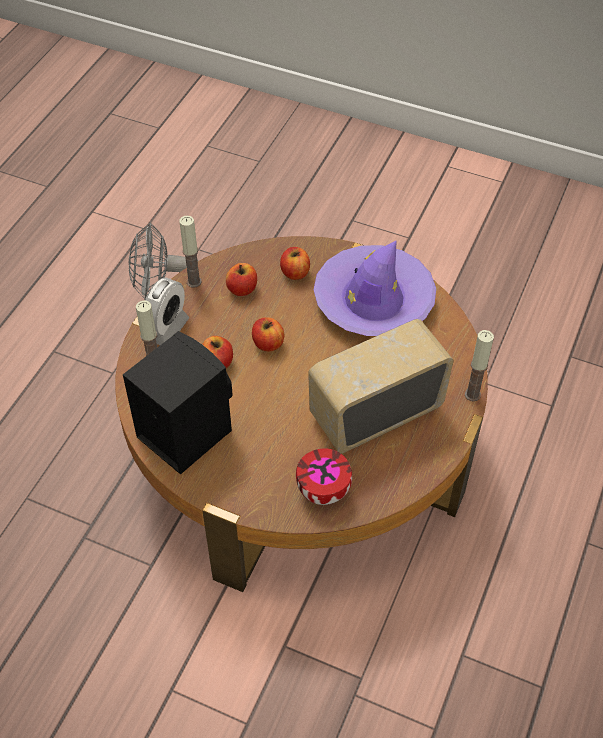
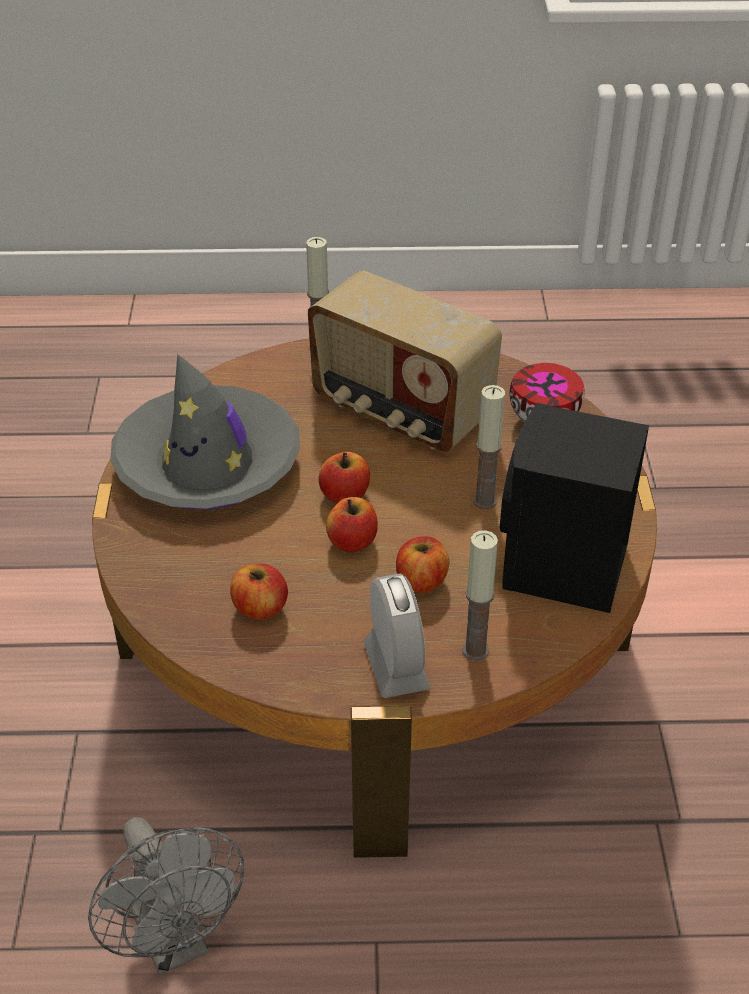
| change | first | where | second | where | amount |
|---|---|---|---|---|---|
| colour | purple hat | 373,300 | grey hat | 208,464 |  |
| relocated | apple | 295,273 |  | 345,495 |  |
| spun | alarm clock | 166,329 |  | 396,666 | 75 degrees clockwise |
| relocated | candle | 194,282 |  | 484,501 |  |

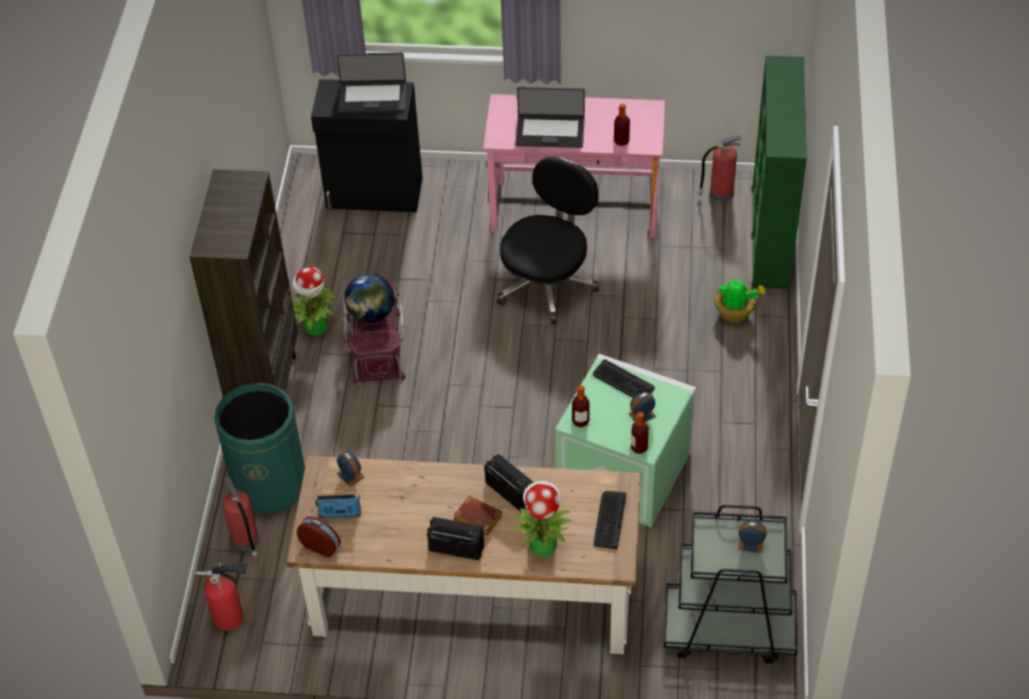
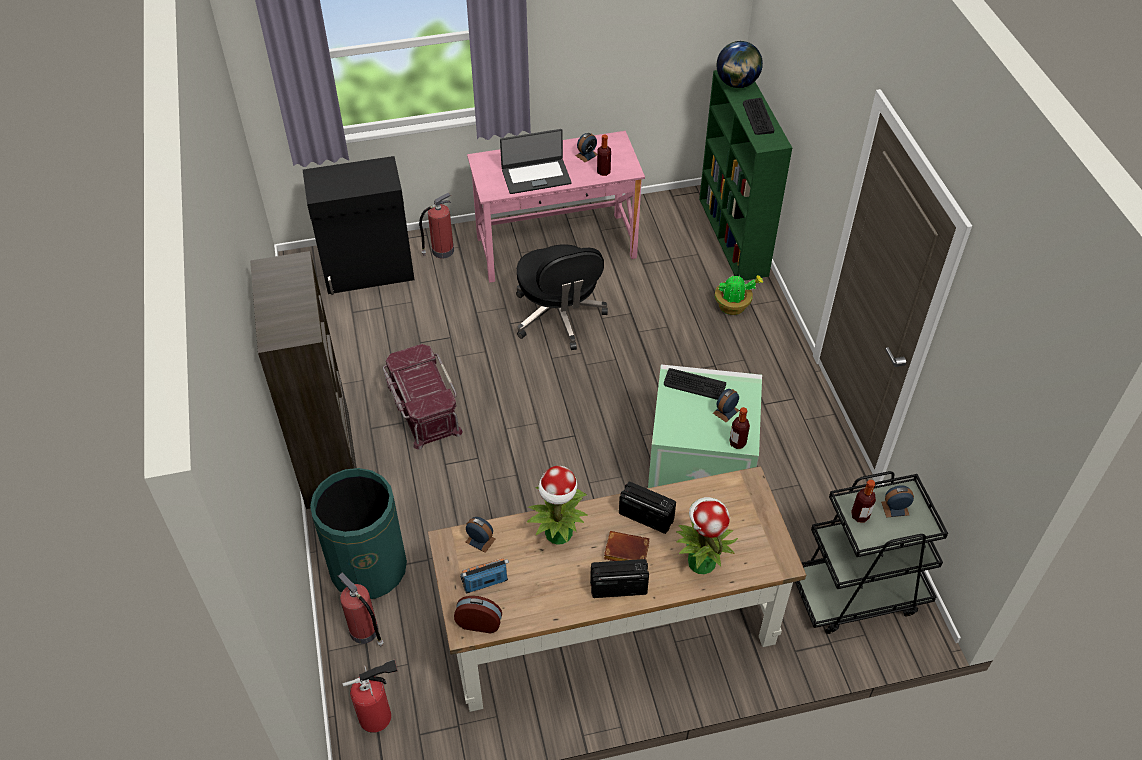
| change | first | where | second | where | amount |
|---|---|---|---|---|---|
| relocated | fire extinguisher | 720,193 |  | 441,251 |  |
| spun | black computer chair | 548,283 |  | 559,317 | 150 degrees clockwise |
| relocated | plant in a pot | 315,327 |  | 559,533 |  |
| appeared |  |  | alarm clock | 586,155 |  |
| relocated | world globe | 371,314 |  | 737,83 |  |
| relocated | PC keyboard | 609,520 |  | 758,117 |  |
| relocated | bottle | 580,421 |  | 860,516 |  |
| missing | laptop | 372,97 |  |  |  |

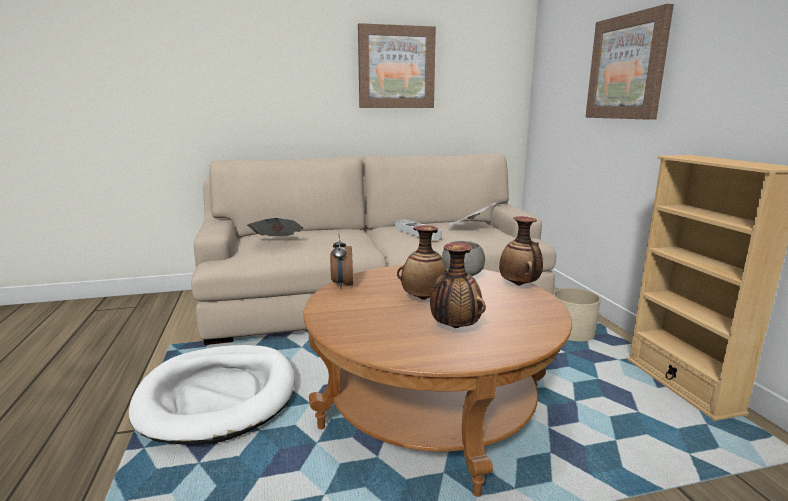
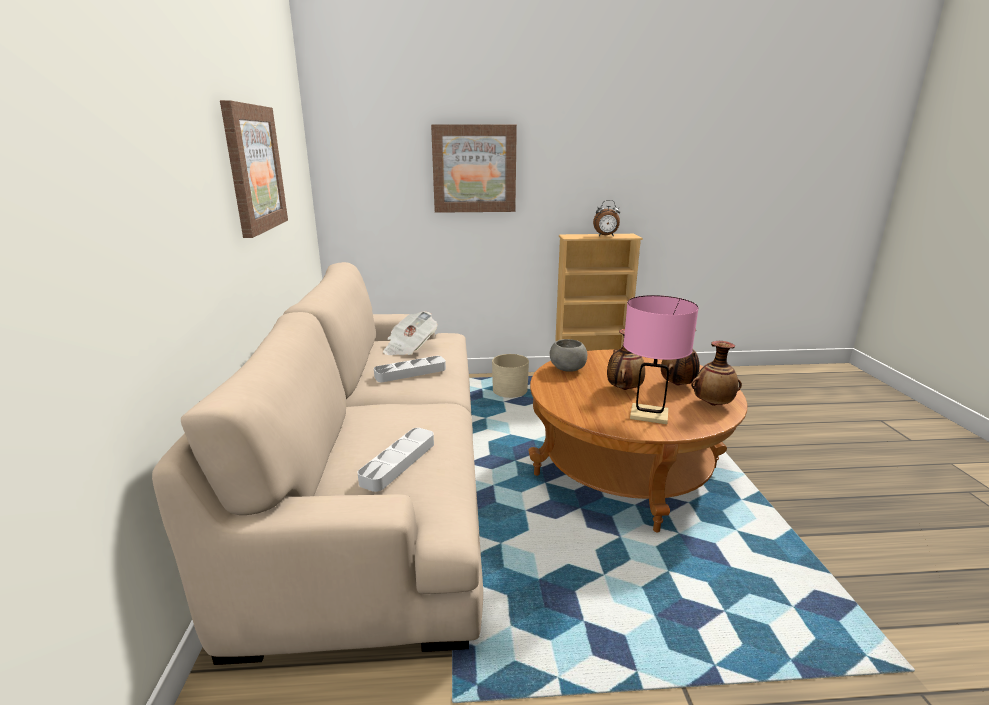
| change | first | where | second | where | amount |
|---|---|---|---|---|---|
| exchanged | daily paper | 277,242 | grey tray | 398,462 |  |
| relocated | alarm clock | 342,284 |  | 606,236 |  |
| appeared |  |  | pinkish table lamp | 649,415 |  |
| relocated | decorative vase | 519,285 |  | 712,404 |  |
| missing | whitish pet bed | 218,396 |  |  |  |

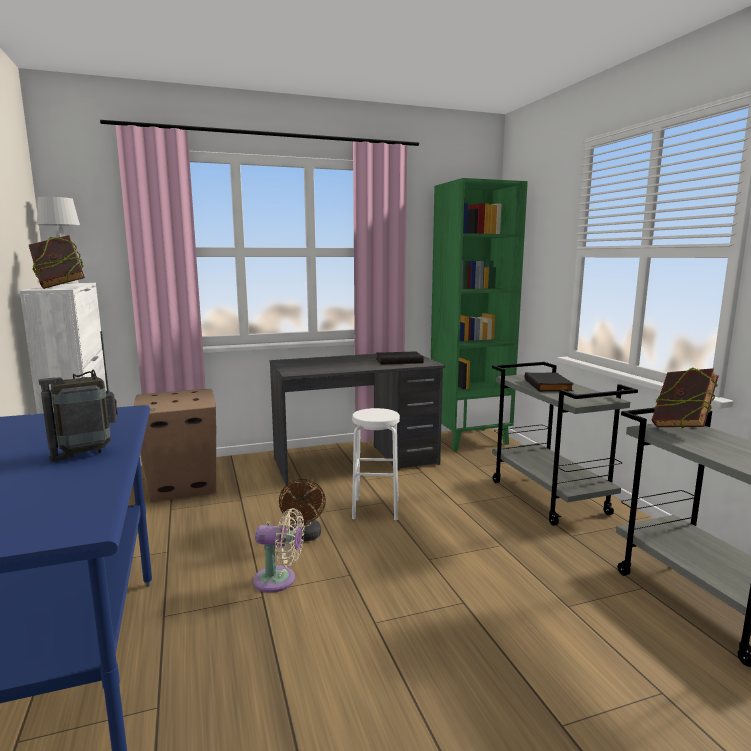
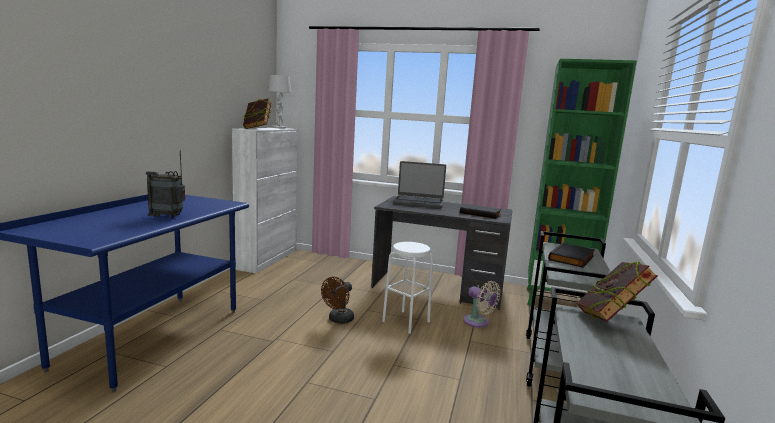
| change | first | where | second | where | amount |
|---|---|---|---|---|---|
| appeared |  |  | laptop | 418,203 |  |
| relocated | sand-coloured cooling fan | 279,580 |  | 478,322 |  |
| missing | carton | 181,485 |  |  |  |

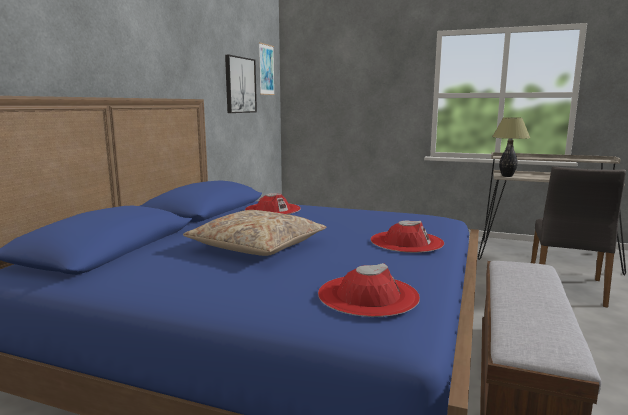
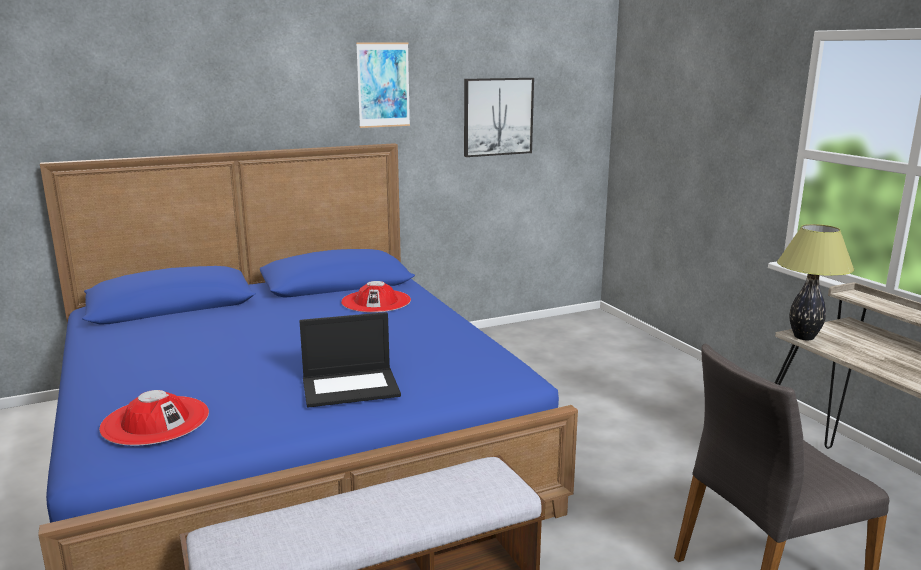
| change | first | where | second | where | amount |
|---|---|---|---|---|---|
| exchanged | red hat | 406,242 | laptop | 351,387 |  |
| relocated | wall art | 266,69 |  | 383,85 |  |
| missing | sand-coloured cushion | 257,246 |  |  |  |

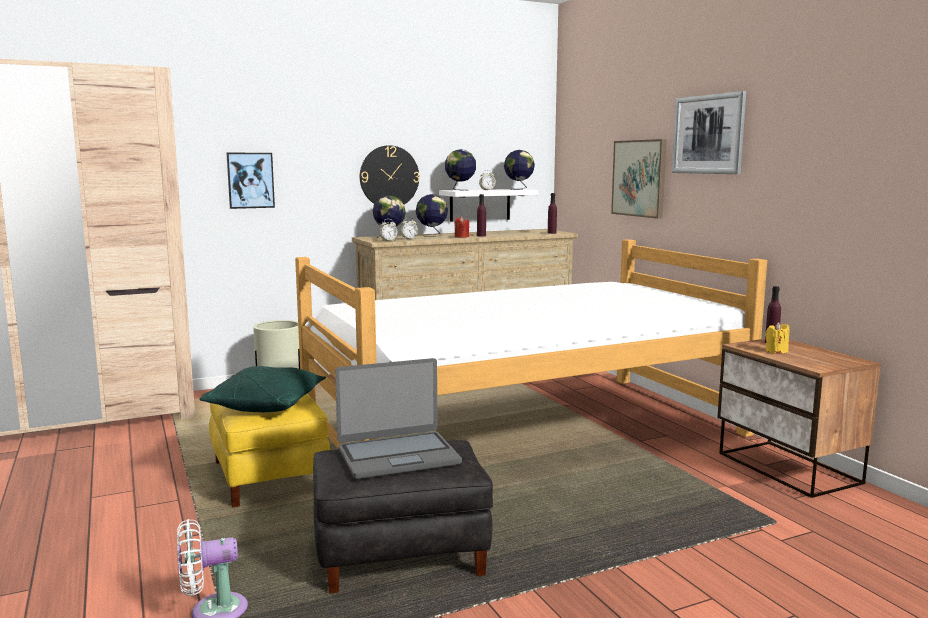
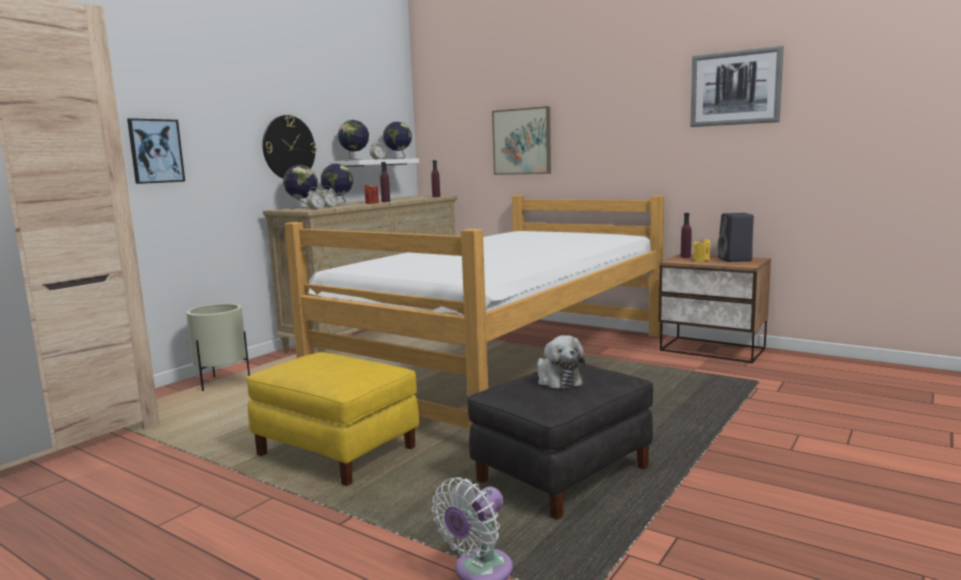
| change | first | where | second | where | amount |
|---|---|---|---|---|---|
| exchanged | laptop | 398,456 | cuddly toy | 557,380 |  |
| relocated | wall art | 708,134 |  | 735,88 |  |
| appeared |  |  | black audio speaker | 735,260 |  |
| missing | green cushion | 266,404 |  |  |  |

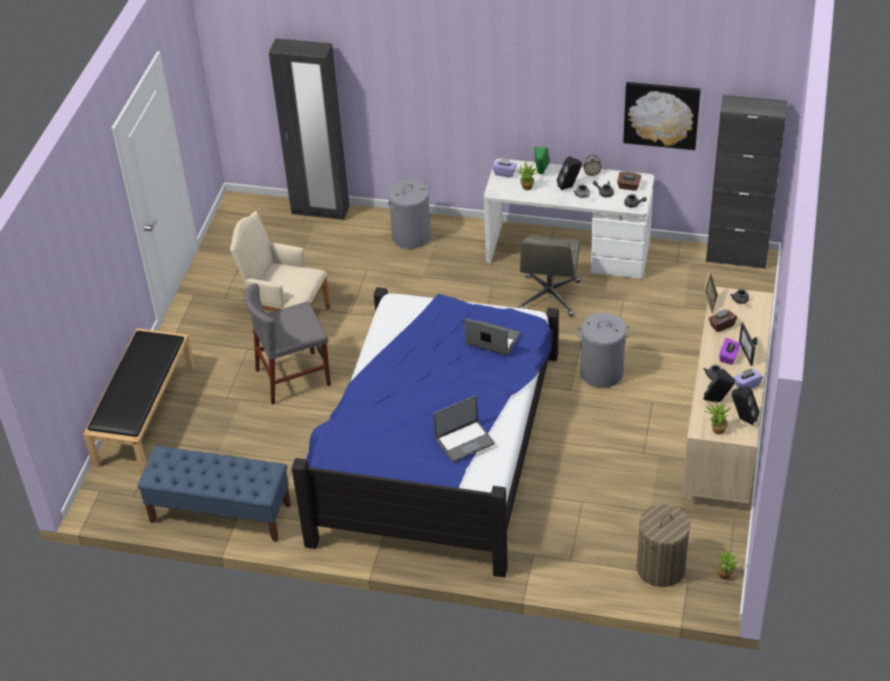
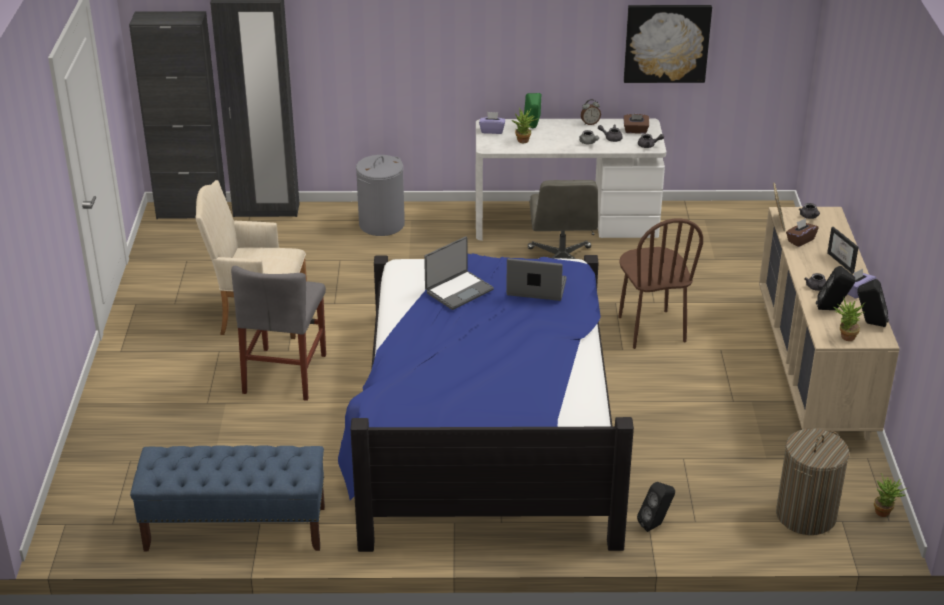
| change | first | where | second | where | amount |
|---|---|---|---|---|---|
| relocated | black storage cabinet | 736,256 |  | 191,211 |  |
| spun | grey upright chair | 293,377 |  | 285,373 | 45 degrees counterclockwise |
| relocated | laptop | 464,441 |  | 458,290 |  |
| exchanged | grey laundry basket | 601,373 | brown upright chair | 651,329 |  |
| relocated | black audio speaker | 569,187 |  | 655,525 |  |
| missing | black indoor bench | 145,414 |  |  |  |
| missing | purple tissue box | 729,357 |  |  |  |

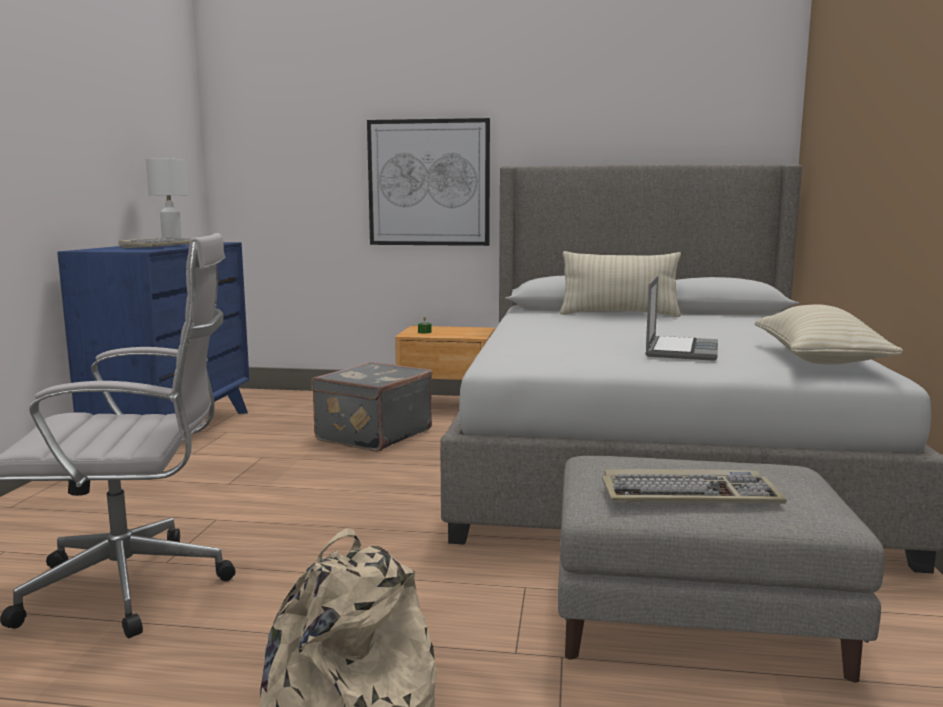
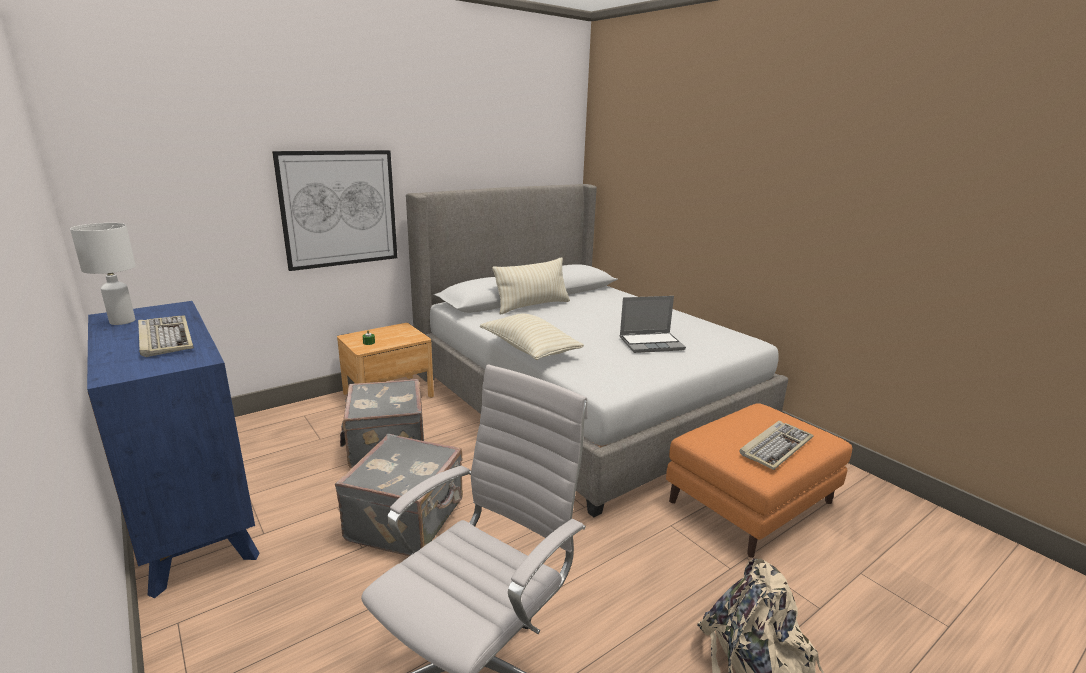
| change | first | where | second | where | amount |
|---|---|---|---|---|---|
| appeared |  |  | grey suitcase | 408,520 |  |
| relocated | sand-coloured cushion | 818,360 |  | 529,349 |  |
| spun | laptop | 680,350 |  | 651,343 | 105 degrees clockwise |
| colour | grey pouffe | 697,619 | orangey pouffe | 751,502 |  |

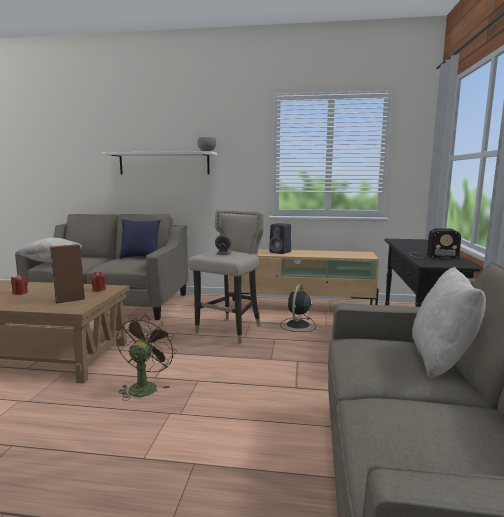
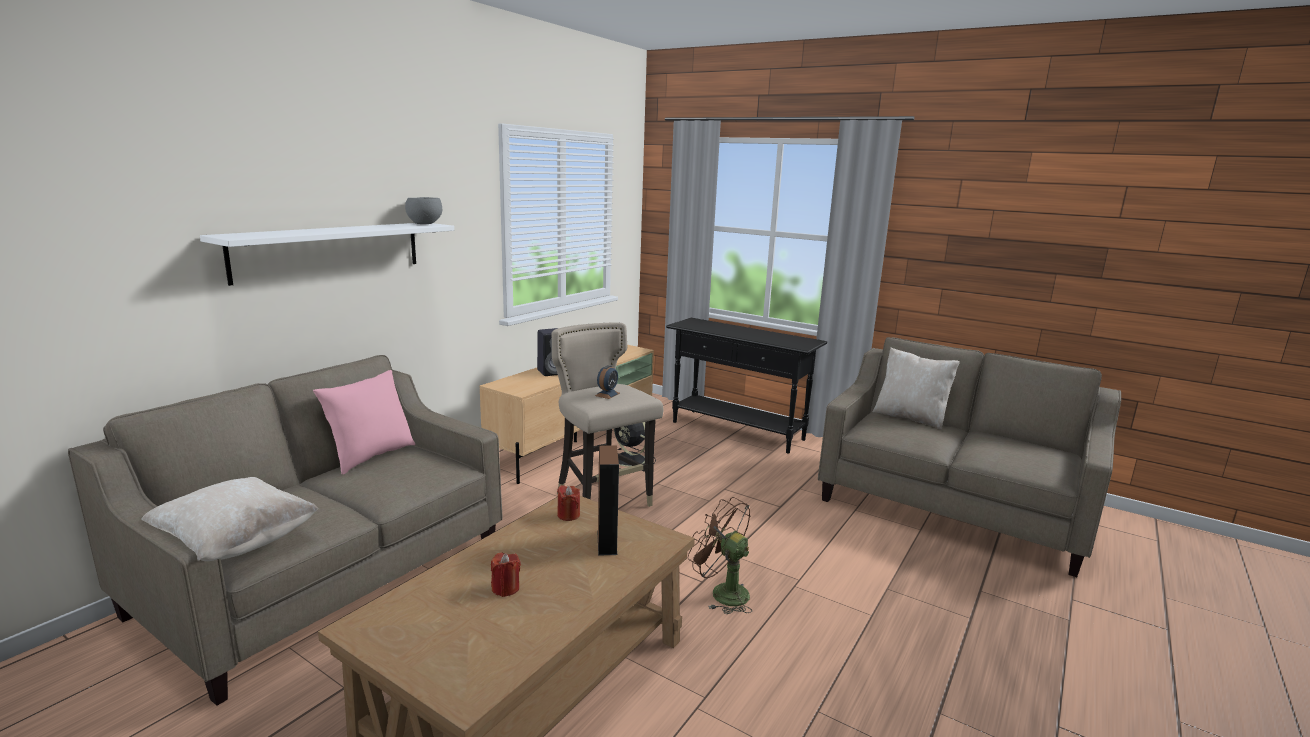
| change | first | where | second | where | amount |
|---|---|---|---|---|---|
| colour | bluish cushion | 140,257 | pinkish cushion | 370,456 |  |
| missing | radio | 431,255 |  |  |  |

